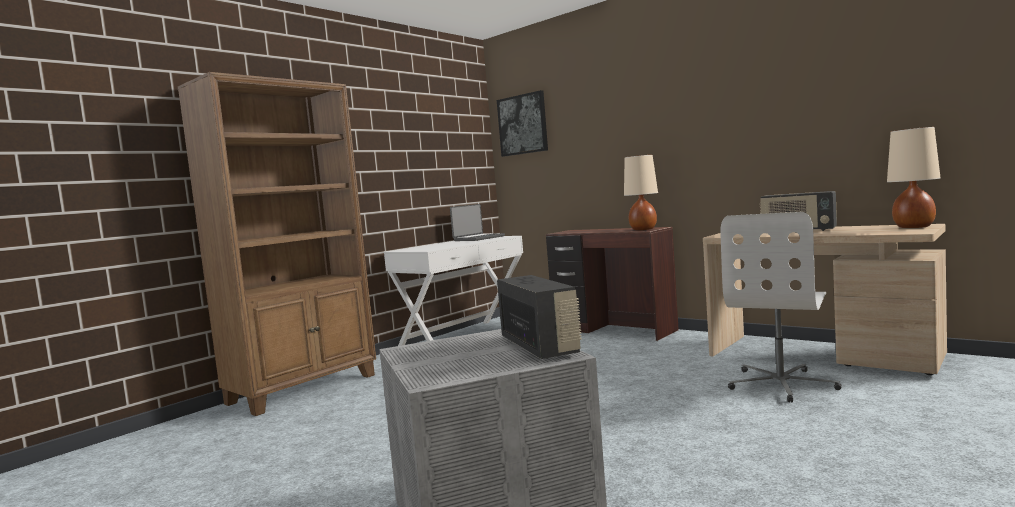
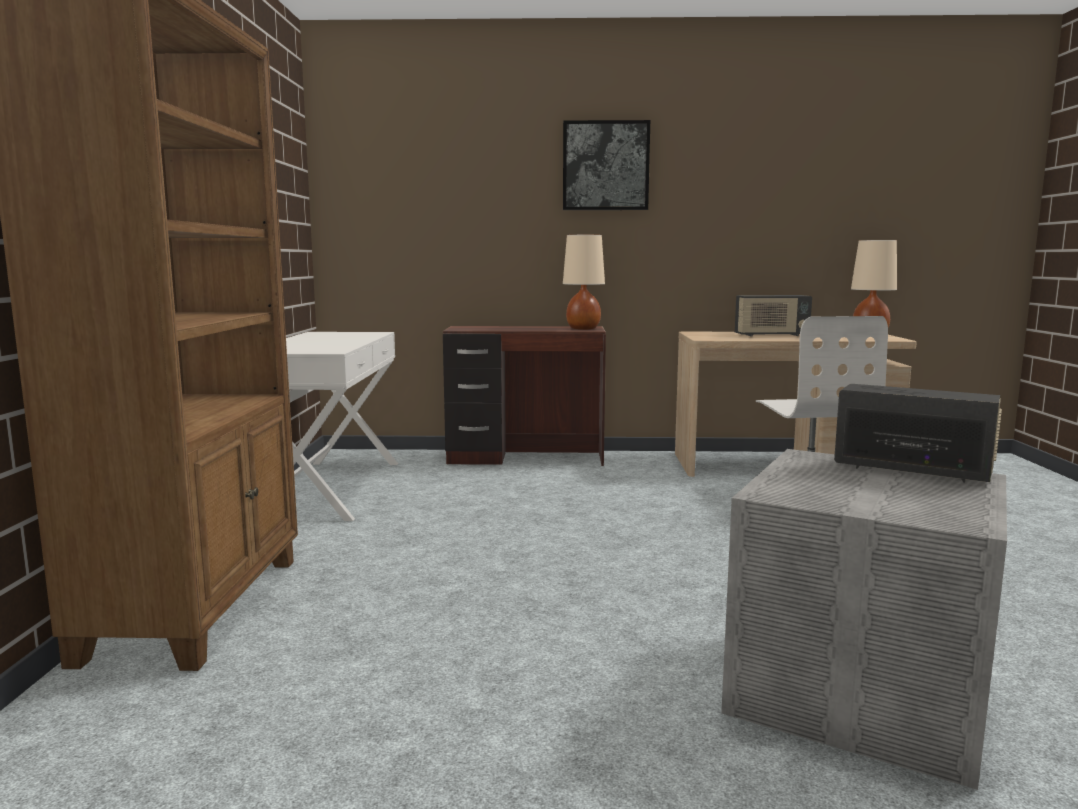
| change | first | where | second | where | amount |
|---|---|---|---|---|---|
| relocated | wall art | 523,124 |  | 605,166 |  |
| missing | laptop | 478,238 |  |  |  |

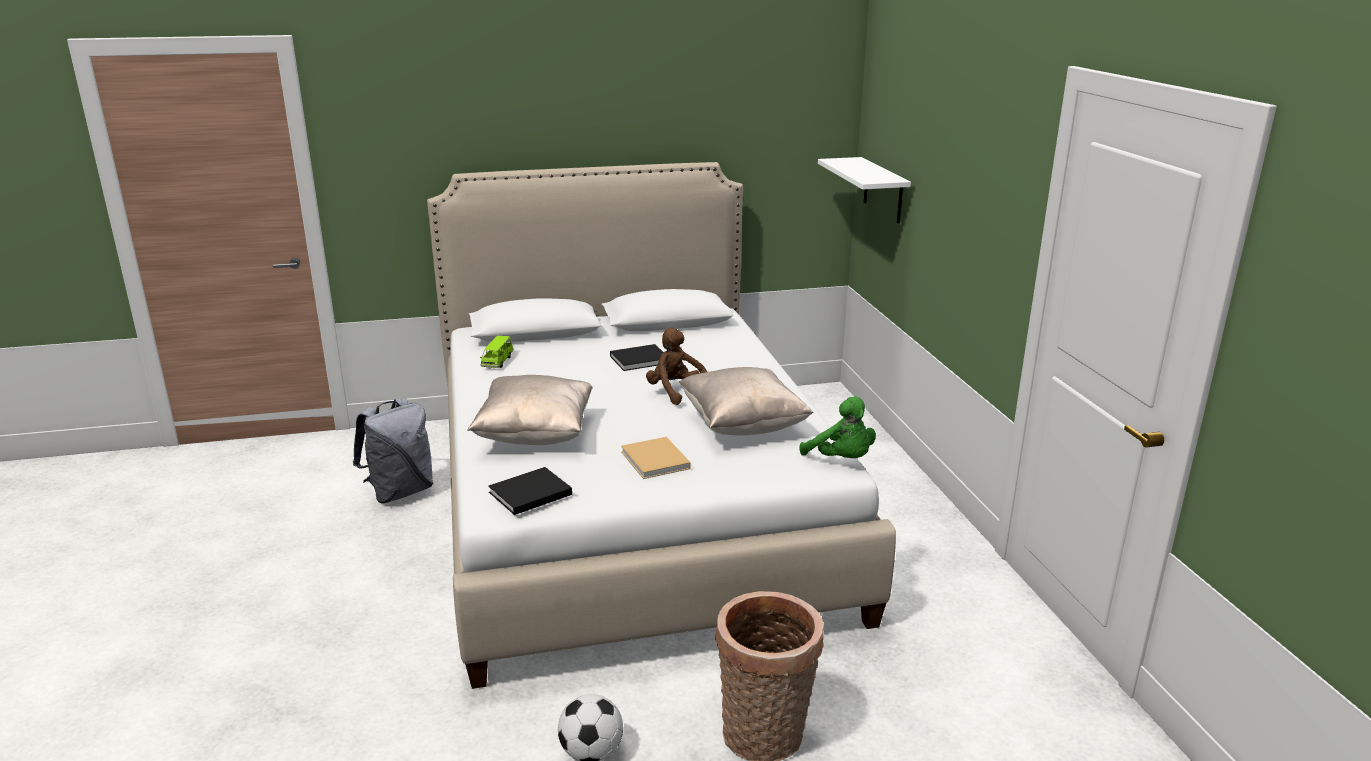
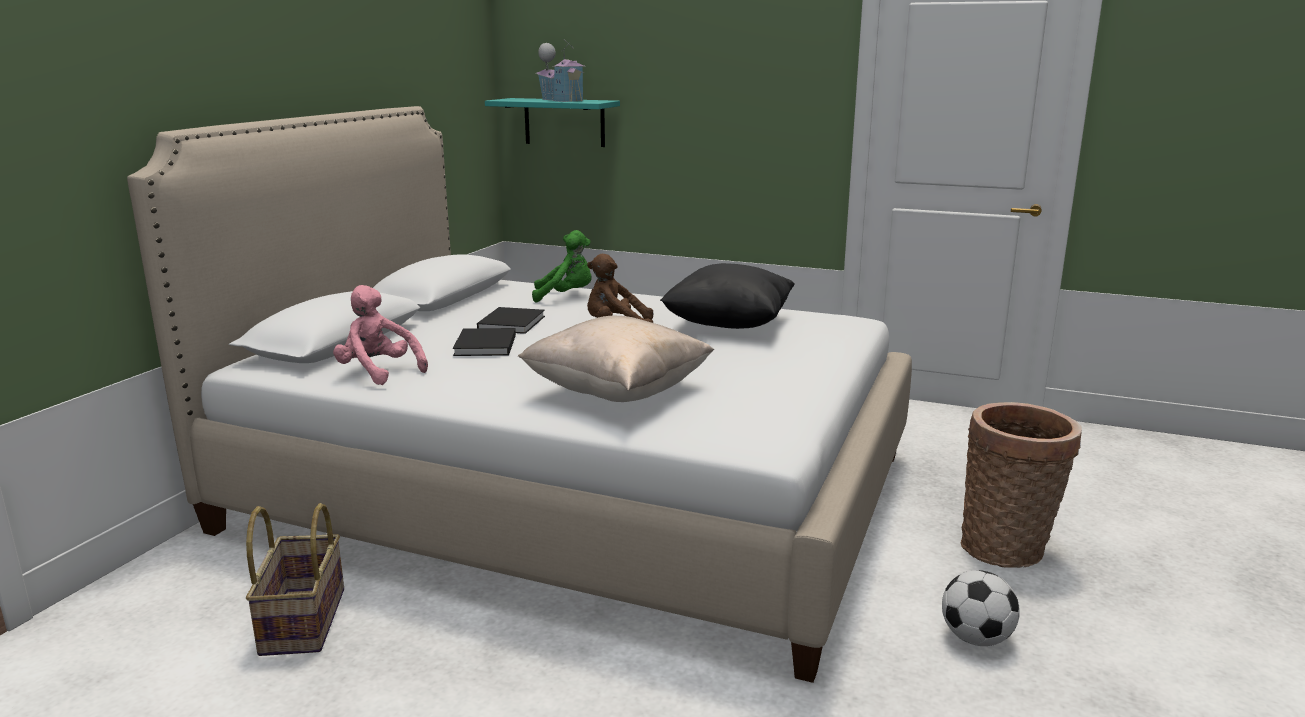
| change | first | where | second | where | amount |
|---|---|---|---|---|---|
| exchanged | grey backpack | 400,492 | basket | 301,621 |  |
| exchanged | green toy car | 497,362 | pinkish cuddly toy | 378,372 |  |
| relocated | black bound book | 528,494 |  | 485,346 |  |
| colour | whitish shelf | 883,190 | blue-green shelf | 564,122 |  |
| relocated | green cuddly toy | 841,460 |  | 566,296 |  |
| appeared |  |  | toy house | 561,100 |  |
| colour | sand-coloured cushion | 742,426 | black cushion | 728,325 |  |
| missing | sand-coloured bound book | 656,461 |  |  |  |

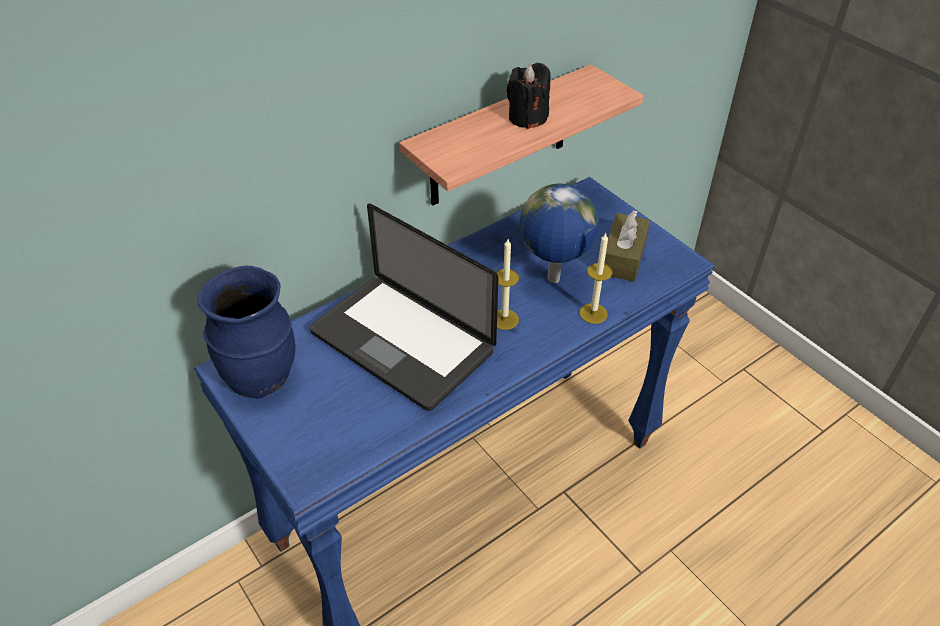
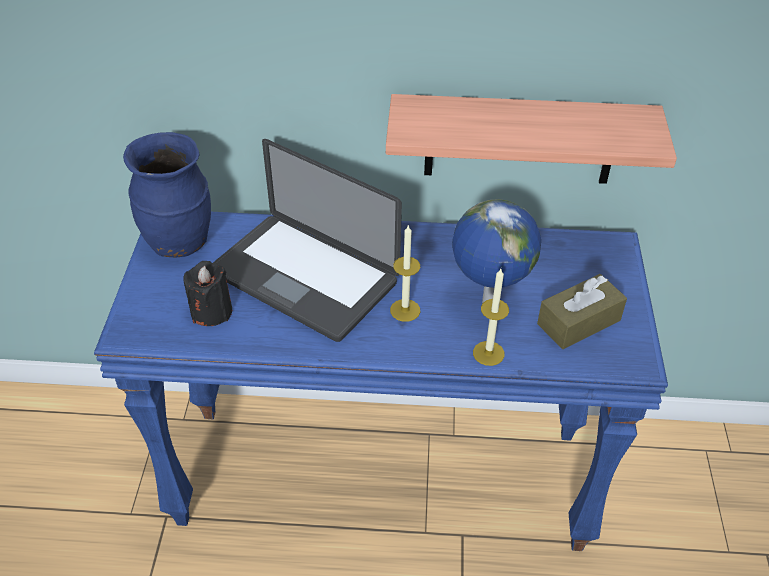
| change | first | where | second | where | amount |
|---|---|---|---|---|---|
| relocated | black candle | 527,118 |  | 211,311 |  |
| spun | laptop | 401,342 |  | 304,278 | 45 degrees counterclockwise |

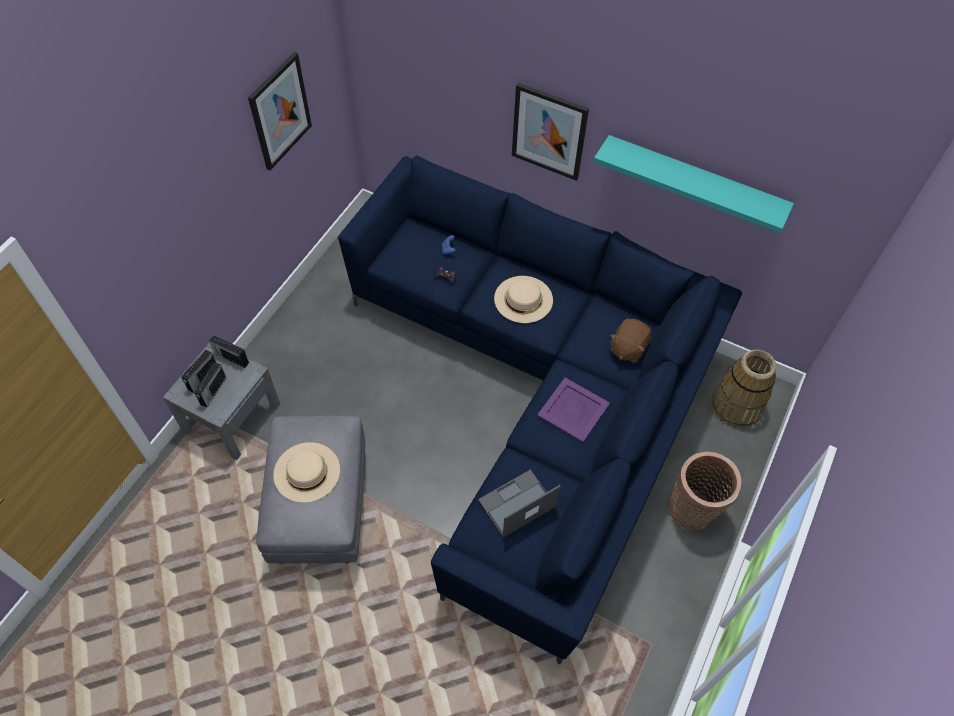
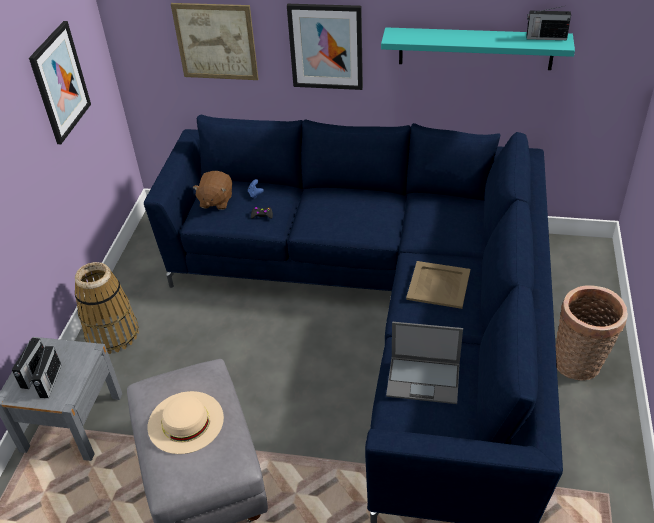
| change | first | where | second | where | amount |
|---|---|---|---|---|---|
| relocated | basket | 736,406 |  | 113,334 |  |
| appeared |  |  | wall art | 216,41 |  |
| relocated | brown cuddly toy | 627,348 |  | 216,201 |  |
| spun | laptop | 516,504 |  | 424,379 | 120 degrees counterclockwise |
| colour | purple tray | 573,409 | sand-coloured tray | 438,284 |  |
| relocated | radio | 231,358 |  | 545,37 |  |
| missing | sand-coloured hat | 523,299 |  |  |  |

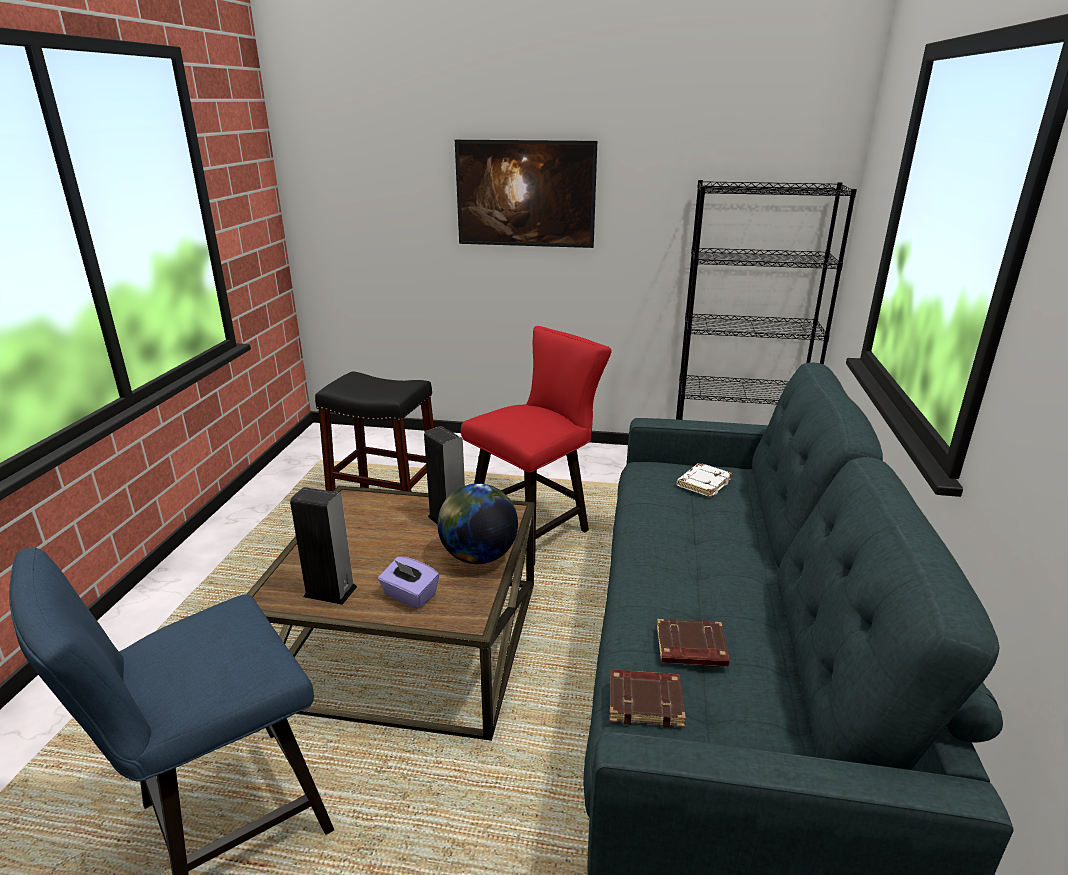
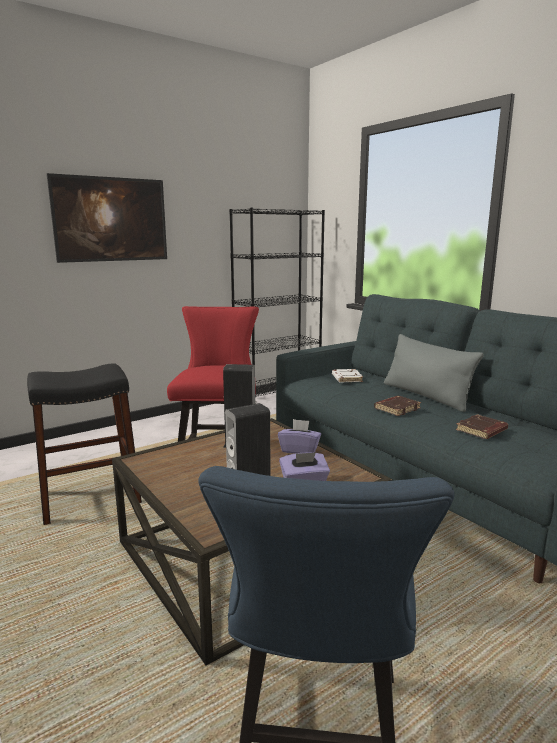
| change | first | where | second | where | amount |
|---|---|---|---|---|---|
| exchanged | world globe | 478,556 | purple tissue box | 299,450 |  |
| relocated | brown bound book | 646,701 |  | 397,408 |  |
| appeared |  |  | grey cushion | 426,396 |  |

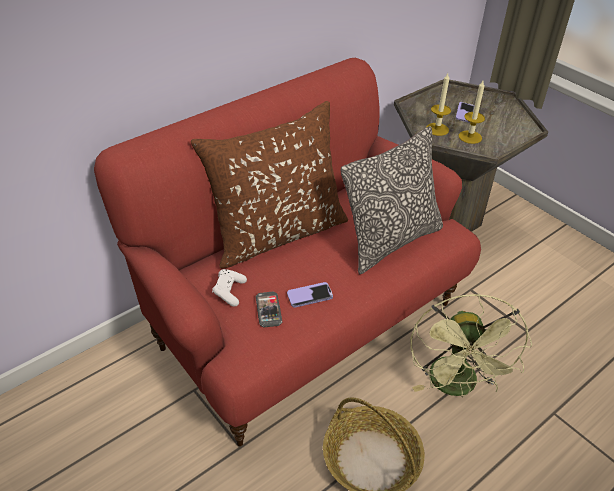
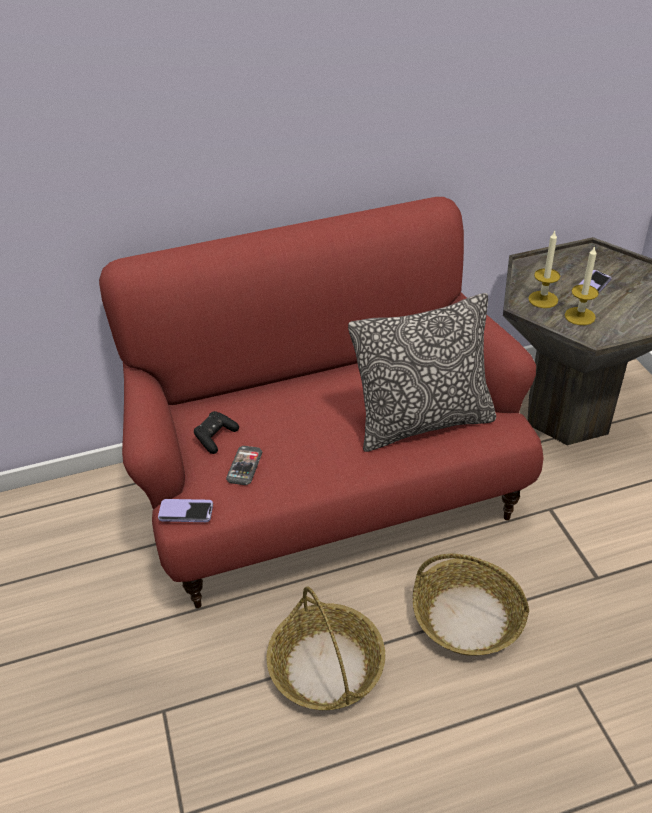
| change | first | where | second | where | amount |
|---|---|---|---|---|---|
| relocated | phone | 310,296 |  | 186,512 |  |
| colour | whitish gamepad | 229,292 | black gamepad | 215,437 |  |
| exchanged | green cooling fan | 456,386 | basket | 468,617 |  |
| missing | brown cushion | 277,233 |  |  |  |

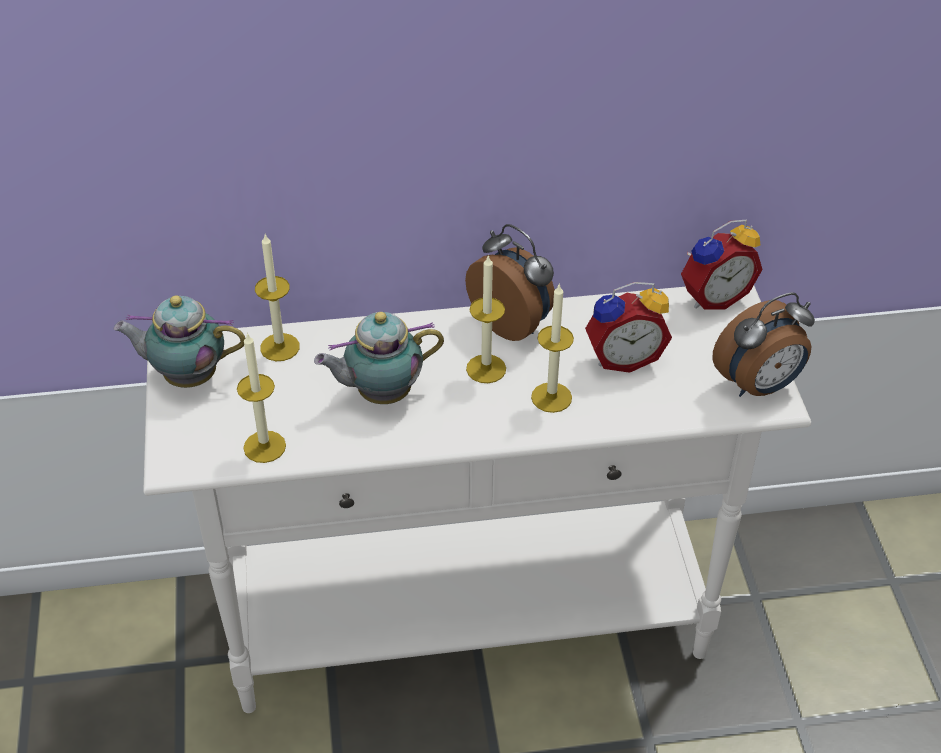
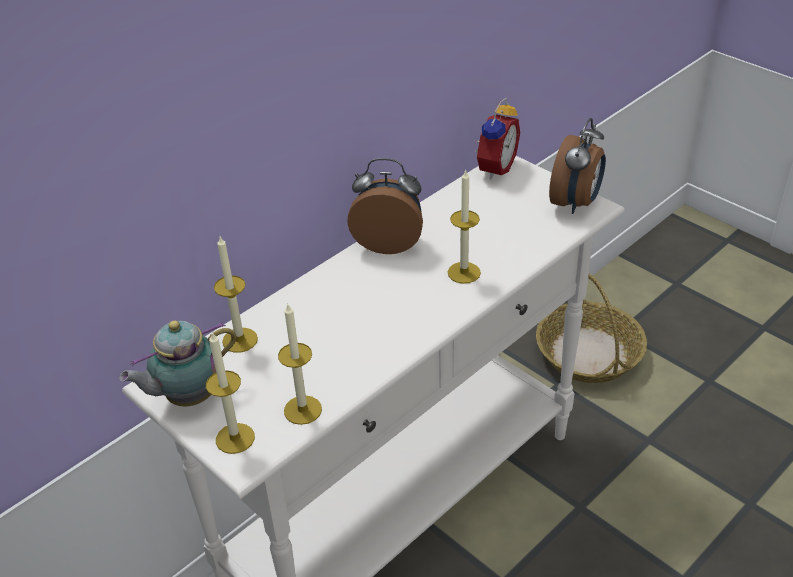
| change | first | where | second | where | amount |
|---|---|---|---|---|---|
| relocated | candle | 486,369 |  | 235,438 |  |
| appeared |  |  | basket | 588,353 |  |
| missing | pot for tea | 380,394 |  |  |  |
| missing | alarm clock | 623,357 |  |  |  |

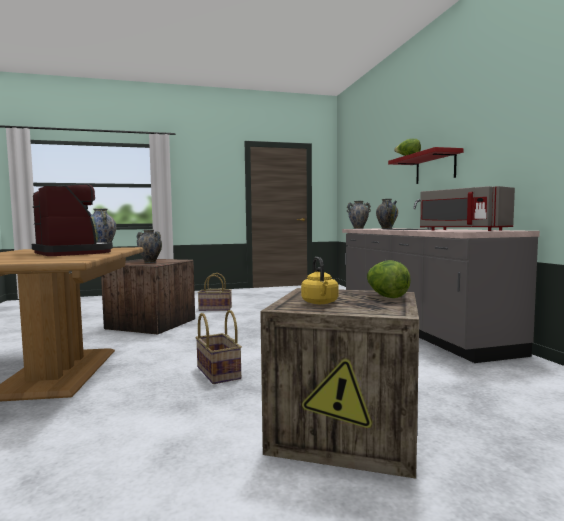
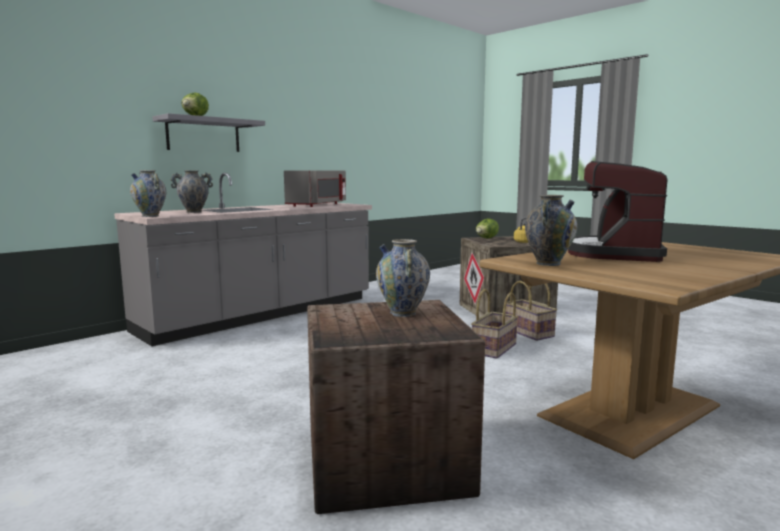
| change | first | where | second | where | amount |
|---|---|---|---|---|---|
| colour | red shelf | 435,168 | grey shelf | 203,135 |  |
| relocated | basket | 215,309 |  | 529,332 |  |

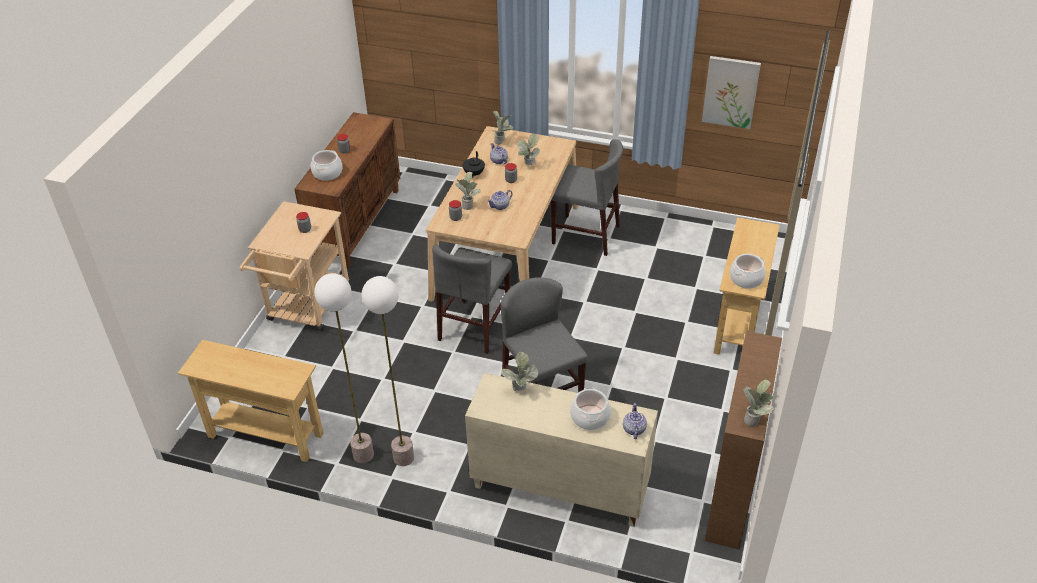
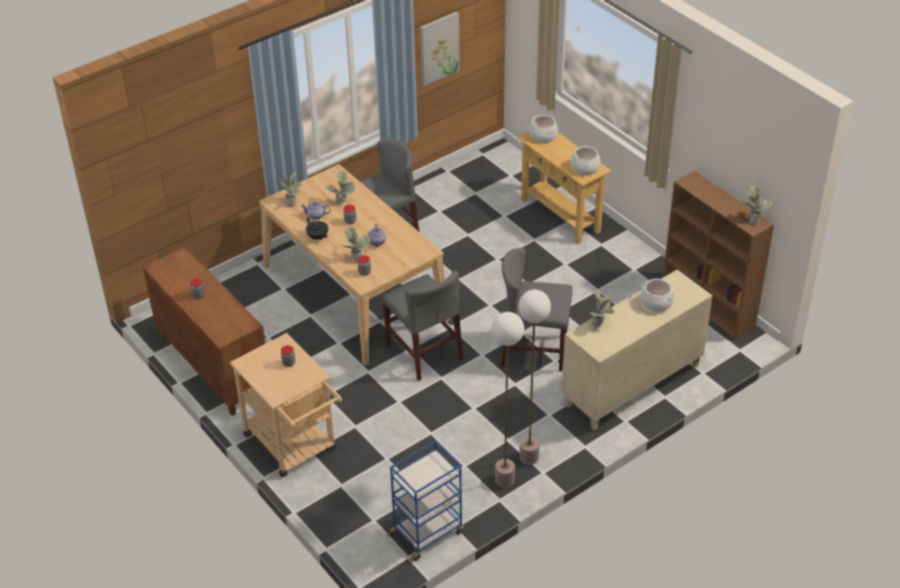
| change | first | where | second | where | amount |
|---|---|---|---|---|---|
| exchanged | sand-coloured console table | 265,435 | bluish trolley | 427,533 |  |
| relocated | stockpot | 327,173 |  | 543,136 |  |
| missing | pot for tea | 634,429 |  |  |  |

